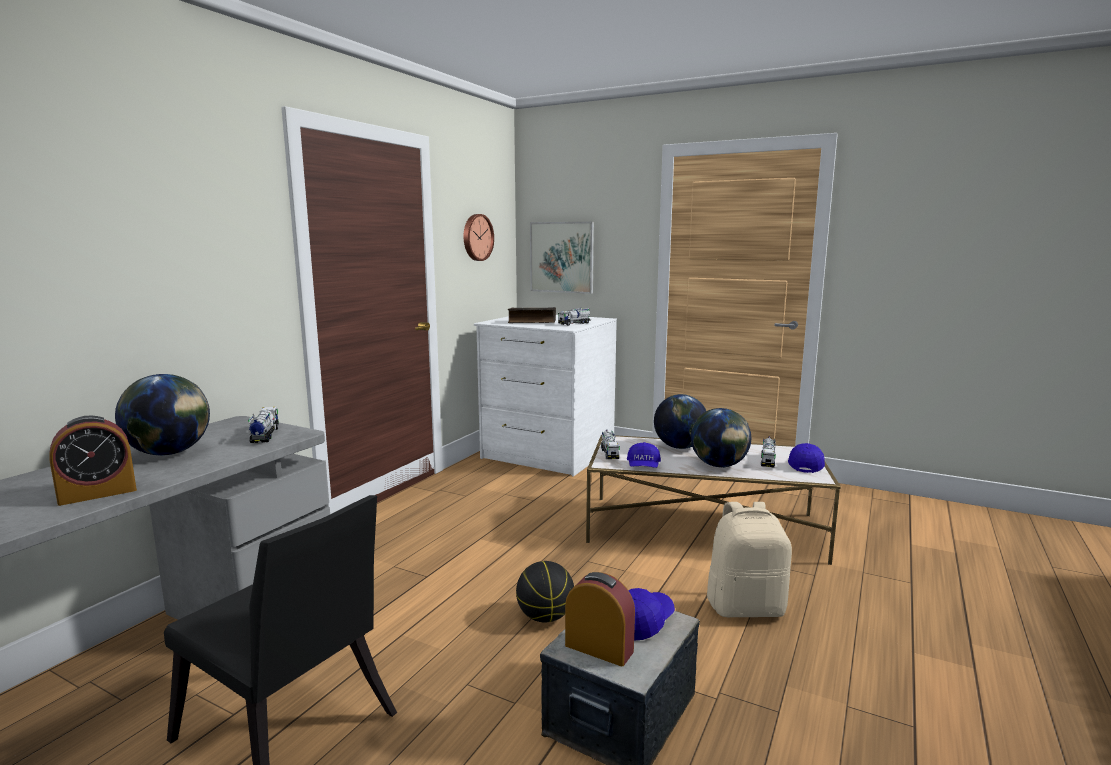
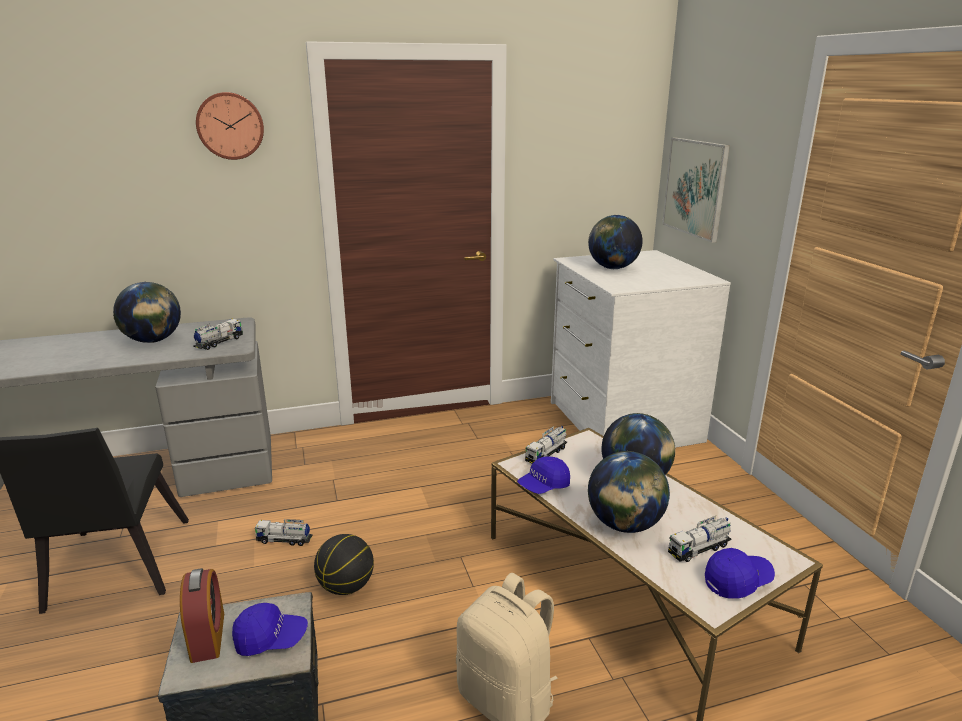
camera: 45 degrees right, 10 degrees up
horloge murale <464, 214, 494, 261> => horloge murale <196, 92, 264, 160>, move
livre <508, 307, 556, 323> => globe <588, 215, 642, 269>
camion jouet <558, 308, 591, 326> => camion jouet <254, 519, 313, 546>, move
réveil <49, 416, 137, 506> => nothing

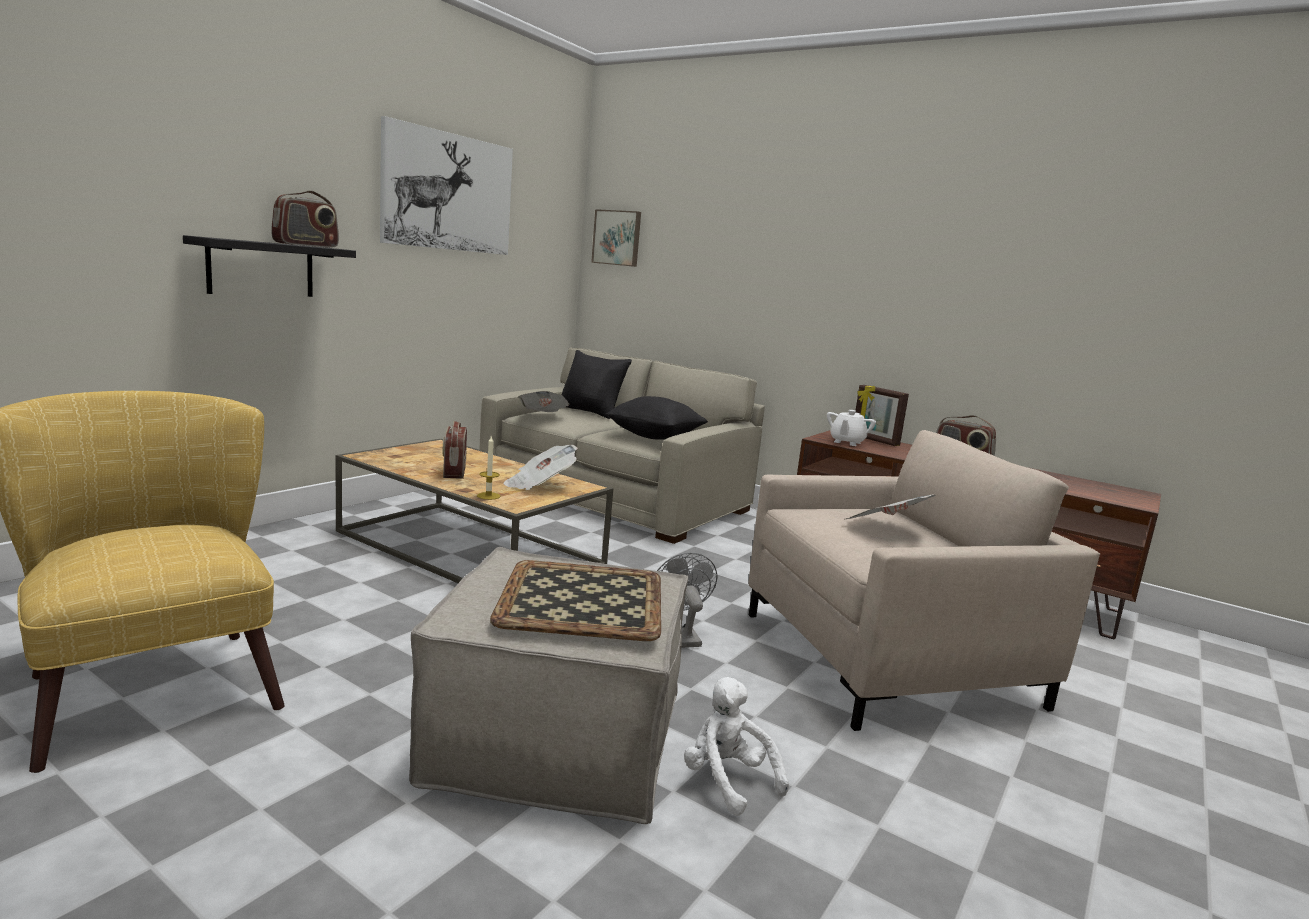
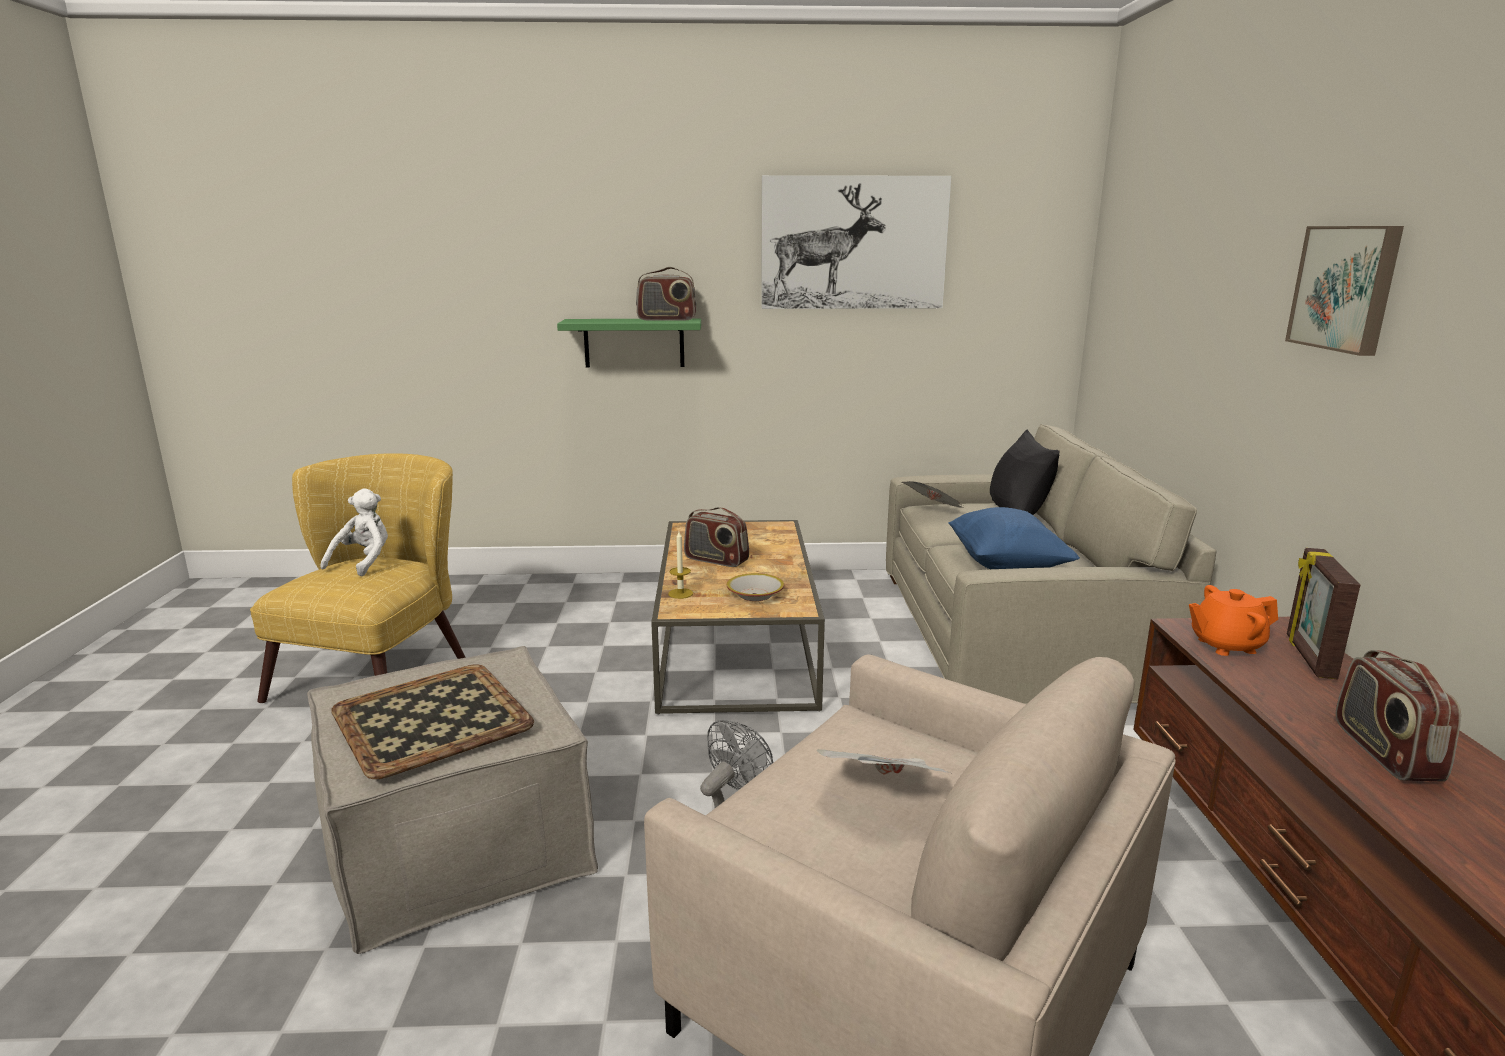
camera: 55 degrees right, 5 degrees up
tableau <591, 209, 641, 267> => tableau <1285, 226, 1404, 356>, move
étagère (noir) <183, 235, 356, 297> => étagère (vert) <557, 319, 701, 367>
coussin (noir) <606, 396, 708, 440> => coussin (bleu) <948, 507, 1080, 569>
théière (blanc) <827, 410, 876, 446> => théière (orange) <1189, 585, 1278, 656>
radio <443, 421, 467, 479> => radio <684, 508, 749, 567>, 105 degrees counterclockwise
journal <504, 445, 578, 490> => bol <727, 573, 784, 601>
peluche (blanc) <684, 677, 789, 816> => peluche (blanc) <320, 488, 388, 577>, move

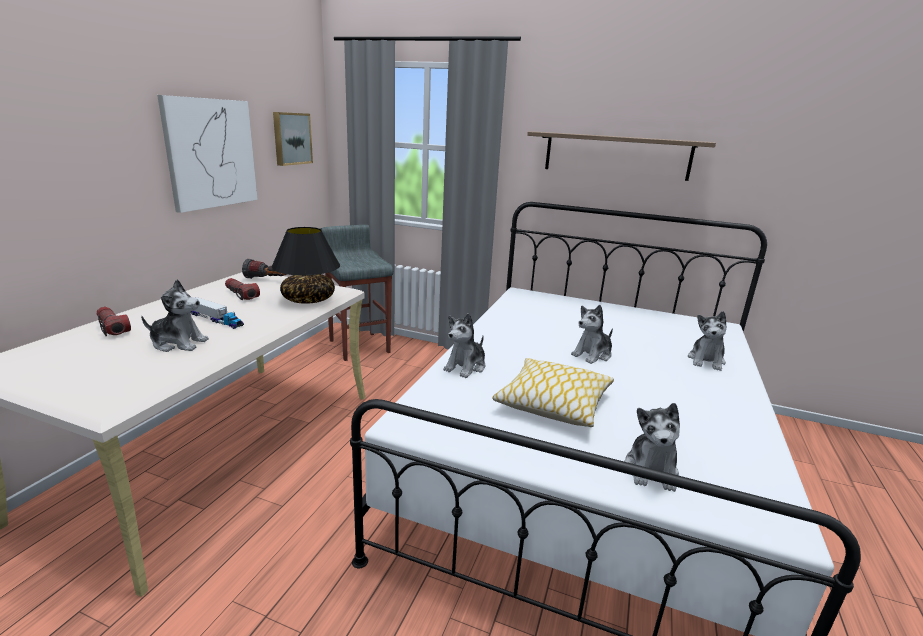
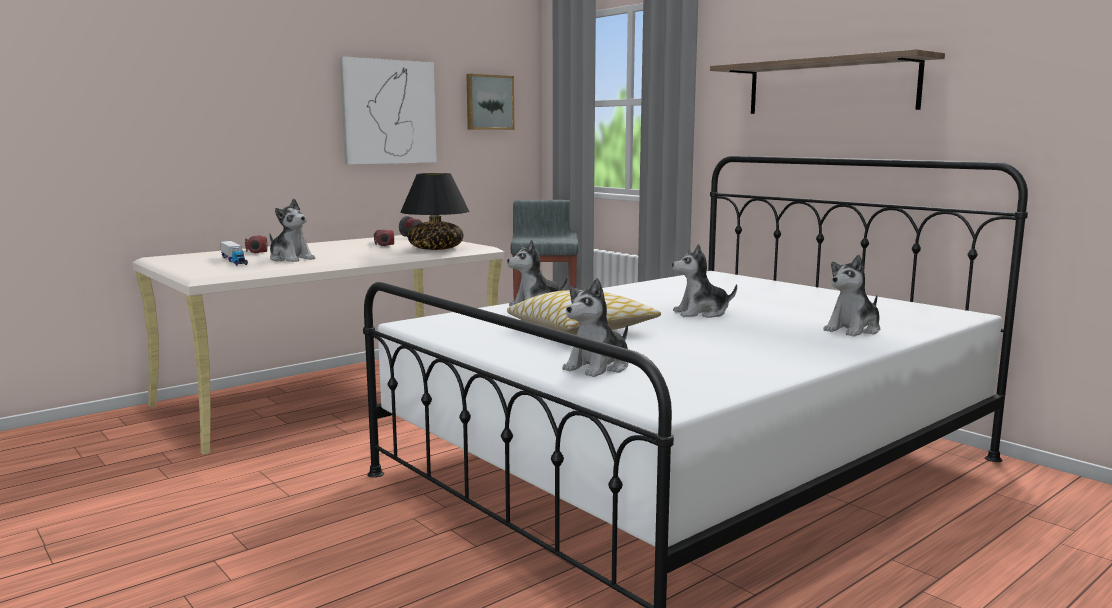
camera: 30 degrees right, 10 degrees down
camion jouet <191, 297, 244, 329> => camion jouet <220, 241, 248, 266>, move

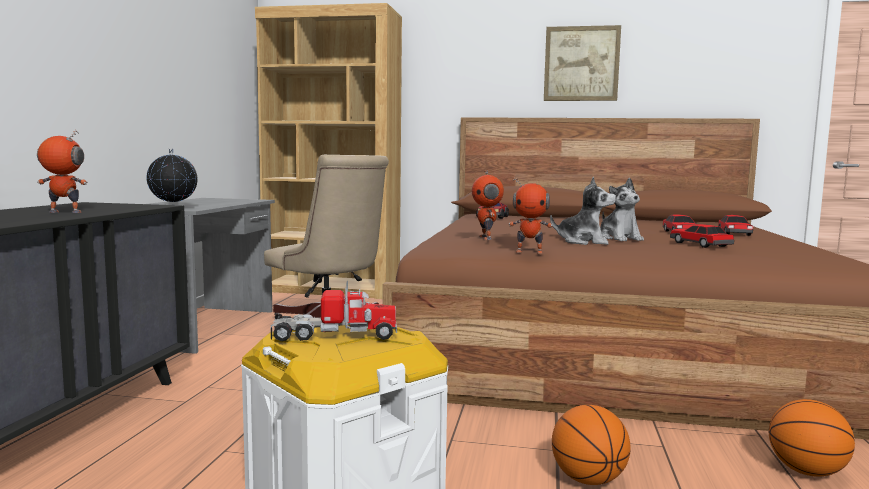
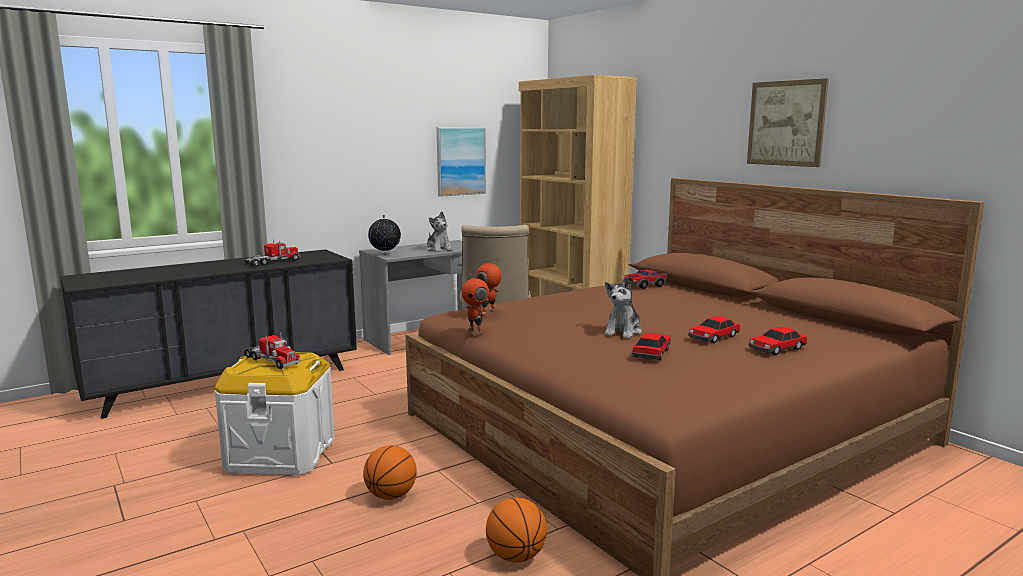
camera: 45 degrees right, 5 degrees up
robot jouet <37, 130, 87, 213> => camion jouet <244, 239, 301, 267>
peluche <550, 177, 616, 245> => peluche <426, 211, 453, 252>, move
nothing => tableau <437, 127, 486, 197>

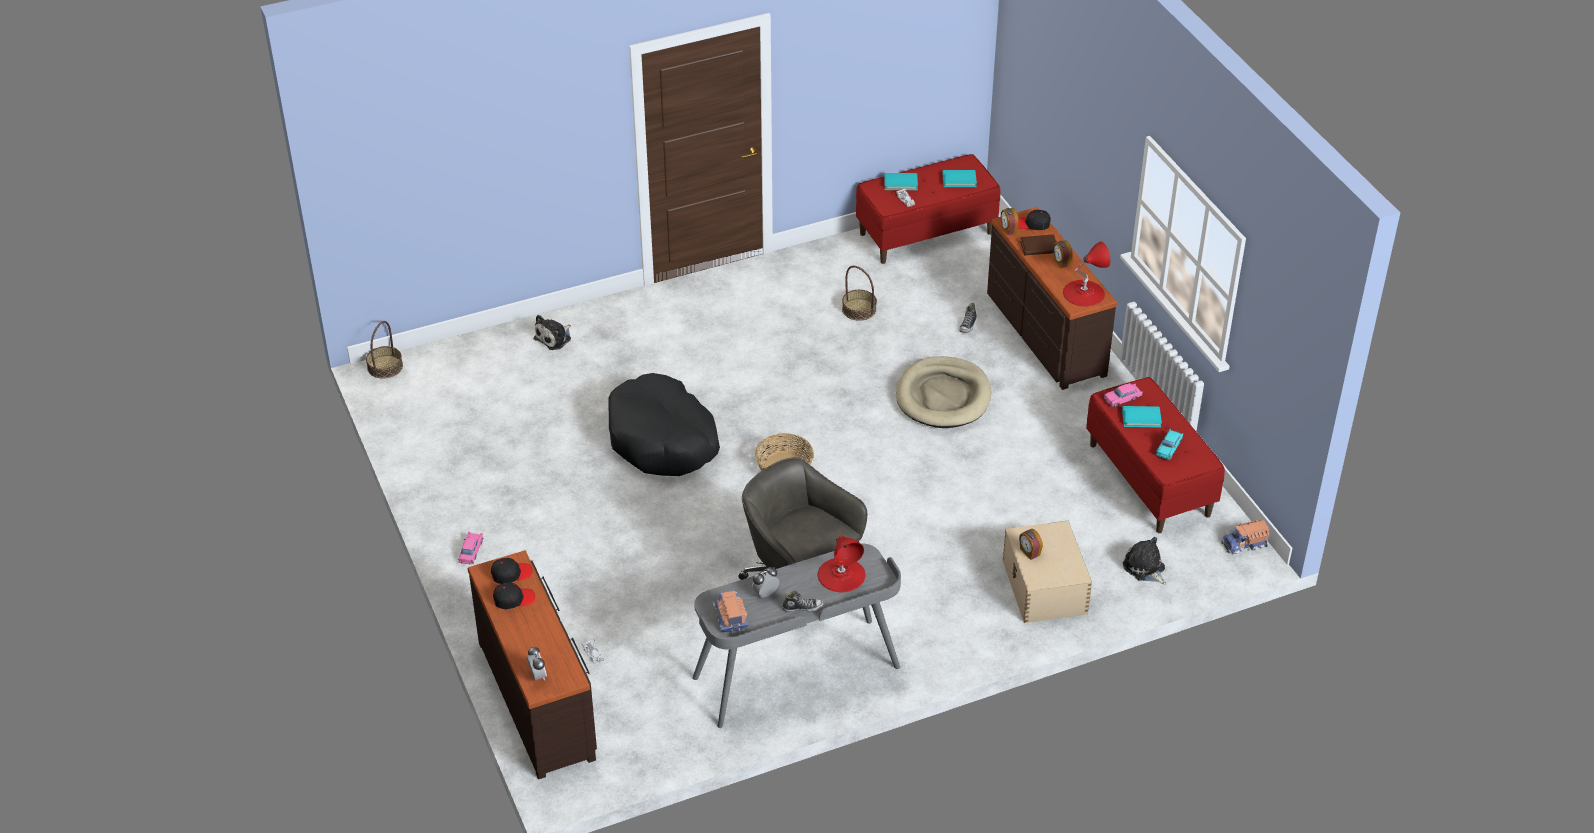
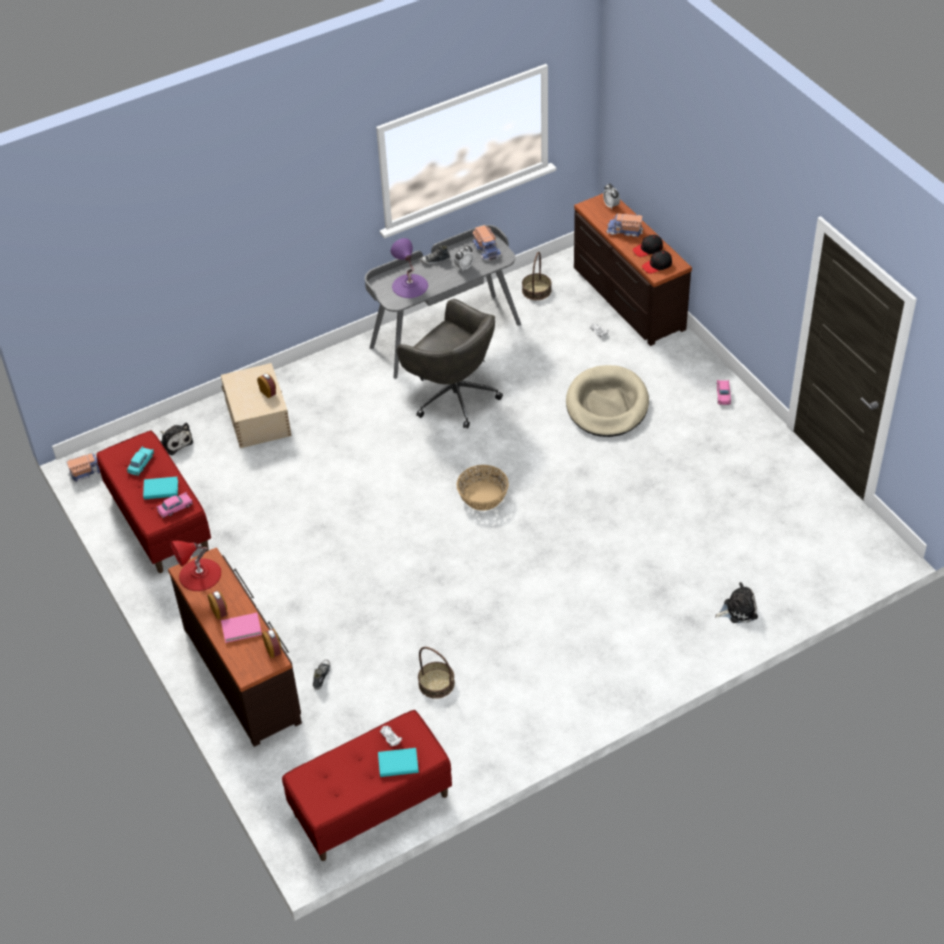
camera: 175 degrees right, 5 degrees up
livre (turquoise) <943, 170, 977, 187> => nothing
casquette (noir) <1018, 210, 1051, 230> => nothing
livre (marron) <1020, 234, 1057, 256> => livre (rose) <221, 613, 262, 643>
peluche <534, 315, 571, 350> => peluche <715, 582, 758, 623>, 45 degrees clockwise
panier <366, 321, 403, 378> => panier <522, 252, 552, 300>, move
panier pour chien (beige) <896, 356, 991, 428> => panier pour chien (beige) <566, 365, 649, 437>, move
panier pour chien (noir) <608, 373, 720, 476> => nothing
lampe de table (rouge) <818, 535, 865, 592> => lampe de table (violet) <391, 238, 428, 298>
nothing => camion jouet <606, 213, 643, 237>

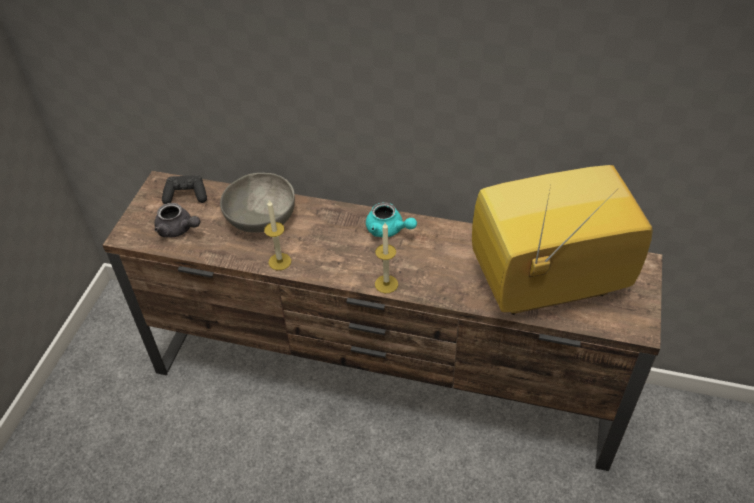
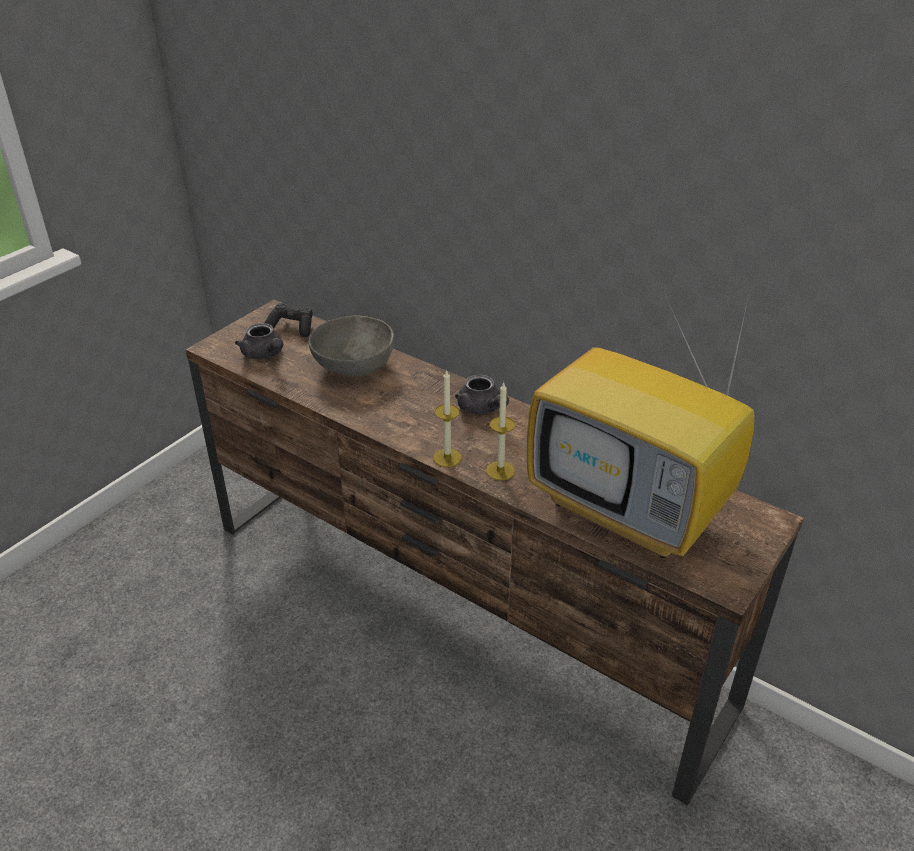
camera: 20 degrees right, 10 degrees down
téléviseur <472, 165, 653, 315> => téléviseur <526, 291, 755, 558>, 150 degrees counterclockwise
bougie <264, 200, 291, 270> => bougie <486, 383, 515, 480>, move
théière (turquoise) <366, 202, 417, 237> => théière (gris) <455, 374, 509, 414>

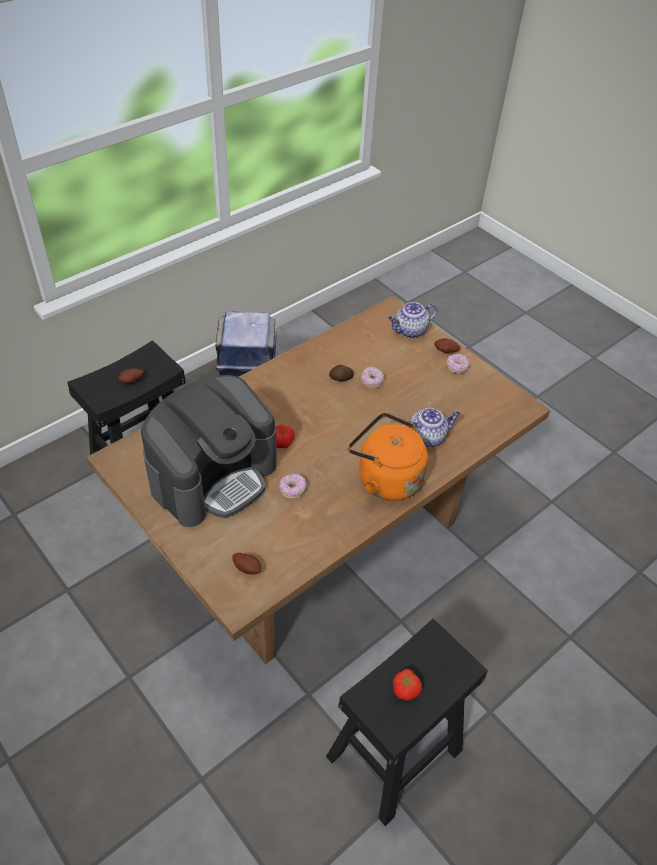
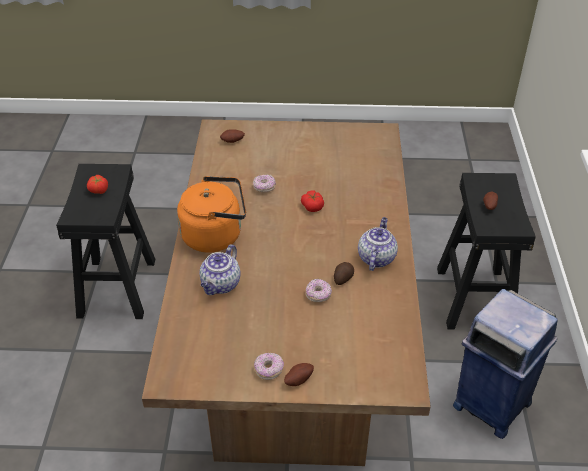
camera: 135 degrees right, 5 degrees down
théière <388, 302, 437, 338> => théière <358, 217, 398, 271>, move
machine à café <141, 375, 277, 527> => nothing

